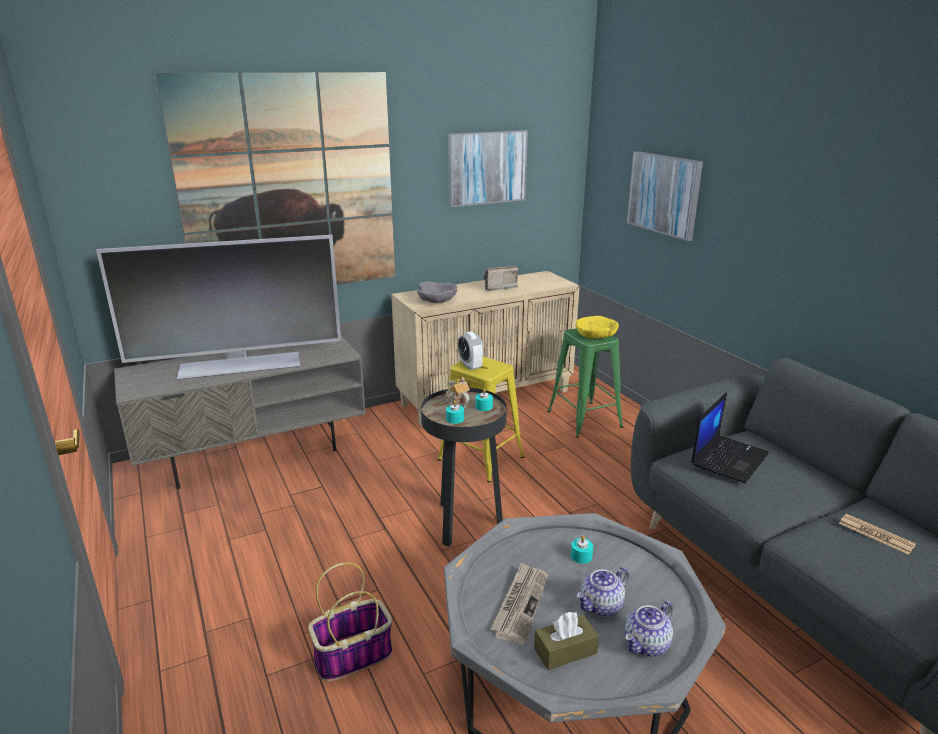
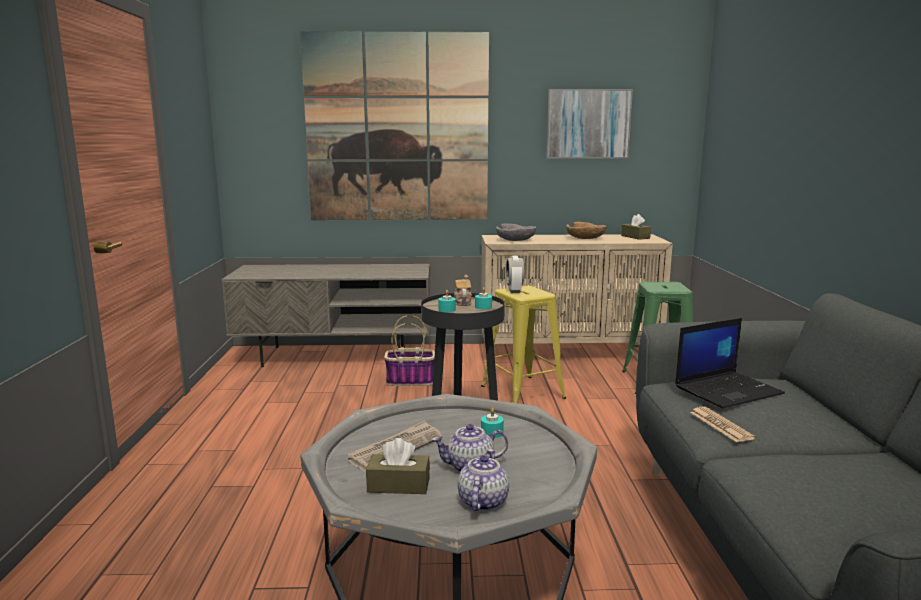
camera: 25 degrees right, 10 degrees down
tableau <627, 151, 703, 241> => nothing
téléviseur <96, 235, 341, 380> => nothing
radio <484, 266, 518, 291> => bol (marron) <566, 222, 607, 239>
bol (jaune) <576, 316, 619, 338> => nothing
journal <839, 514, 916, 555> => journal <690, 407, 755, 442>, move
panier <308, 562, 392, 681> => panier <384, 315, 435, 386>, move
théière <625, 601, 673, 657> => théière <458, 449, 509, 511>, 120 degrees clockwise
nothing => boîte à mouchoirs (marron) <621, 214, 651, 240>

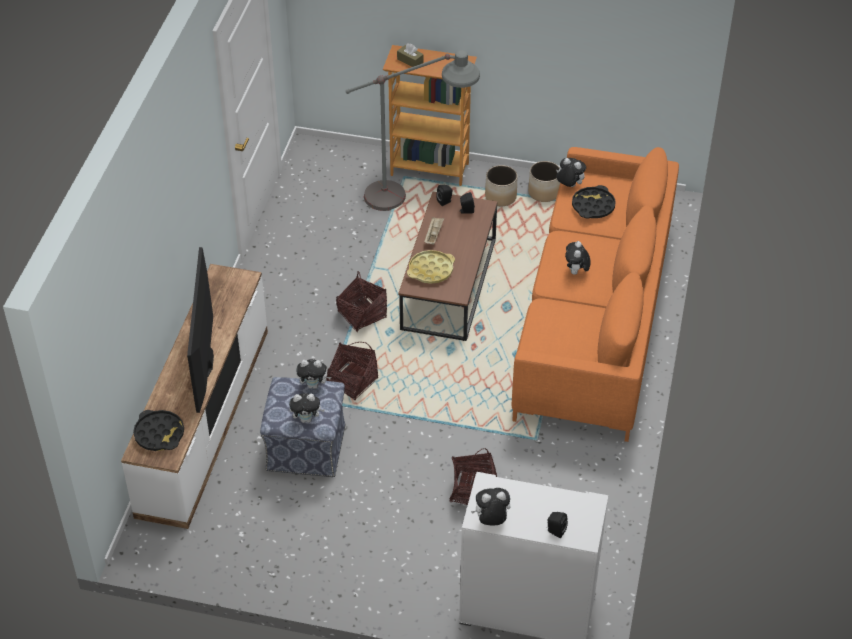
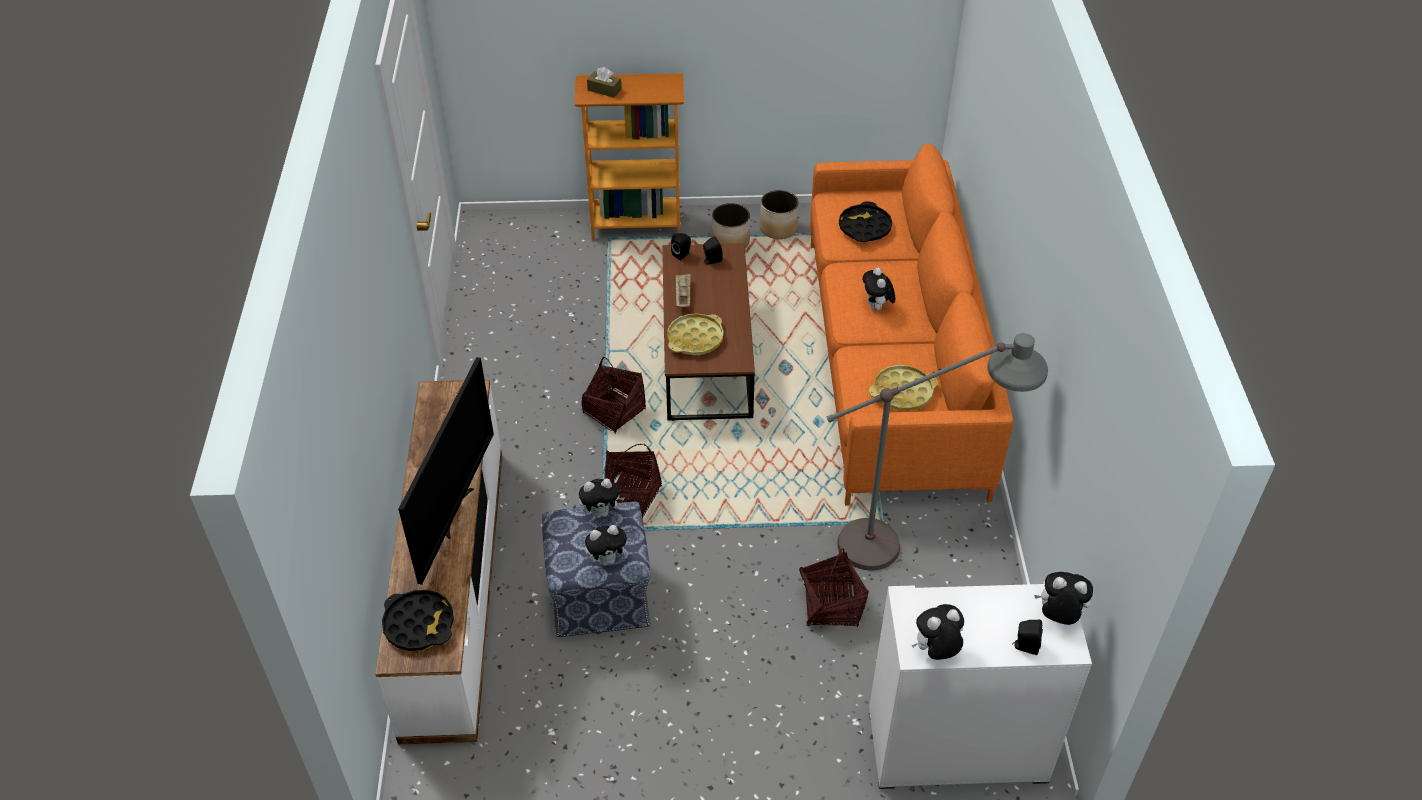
camera: 15 degrees left, 0 degrees up
lampadaire (gris) <345, 50, 480, 211> => lampadaire (gris) <827, 333, 1048, 571>, move
peluche <556, 158, 586, 187> => peluche <1034, 572, 1093, 625>, move
téléviseur <187, 247, 214, 413> => téléviseur <398, 357, 494, 585>, 150 degrees counterclockwise
nothing => plateau (jaune) <869, 365, 938, 411>

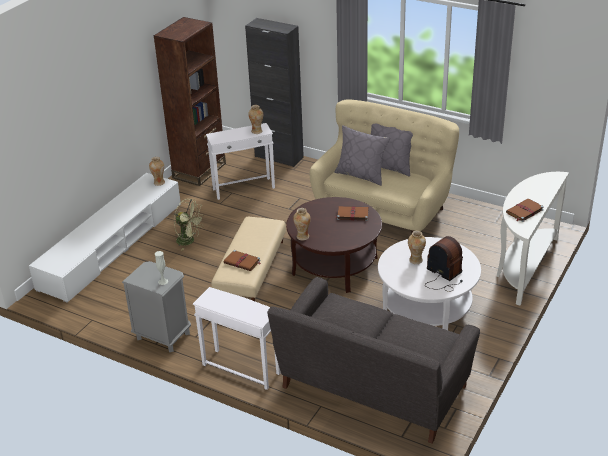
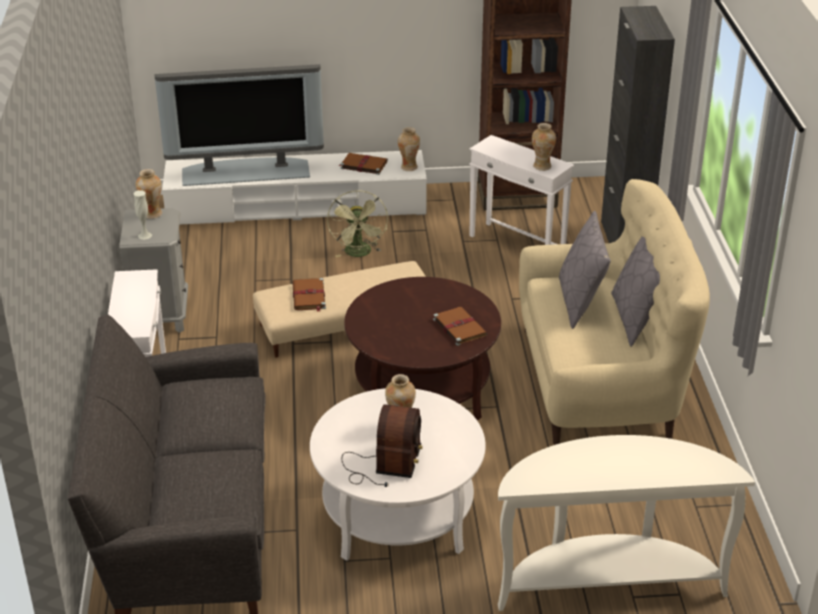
camera: 55 degrees right, 0 degrees up
livre (marron) <506, 199, 544, 222> => livre (marron) <339, 153, 388, 175>, move
vase <293, 208, 311, 240> => vase <136, 169, 162, 219>, move
nothing => téléviseur <154, 64, 324, 186>

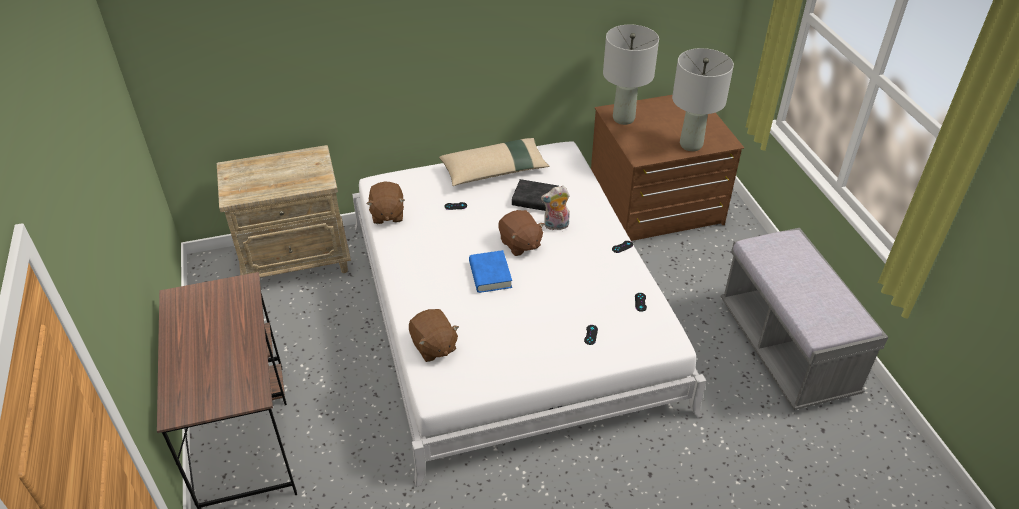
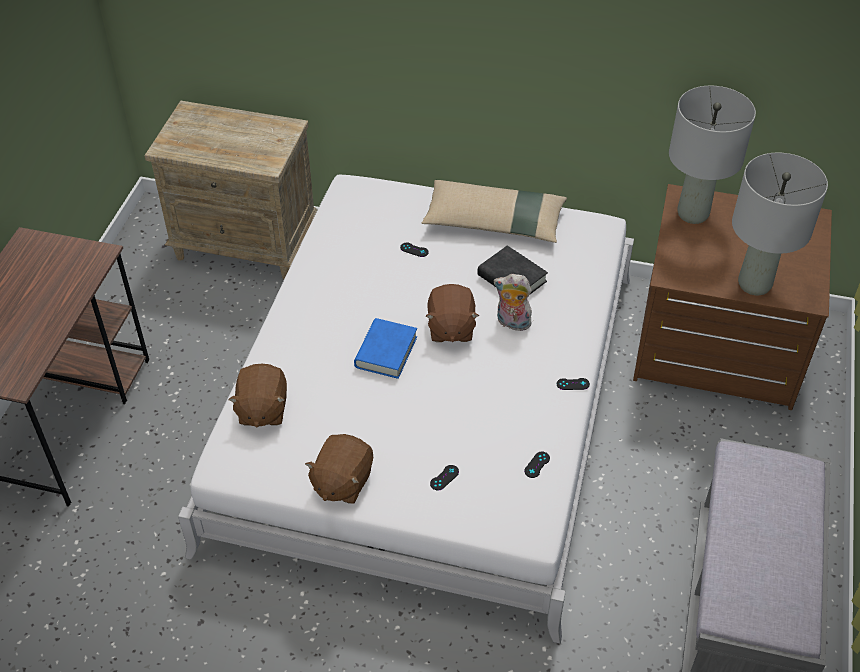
camera: 30 degrees right, 5 degrees up
peluche (marron) <366, 182, 405, 224> => peluche (marron) <305, 434, 373, 504>, move

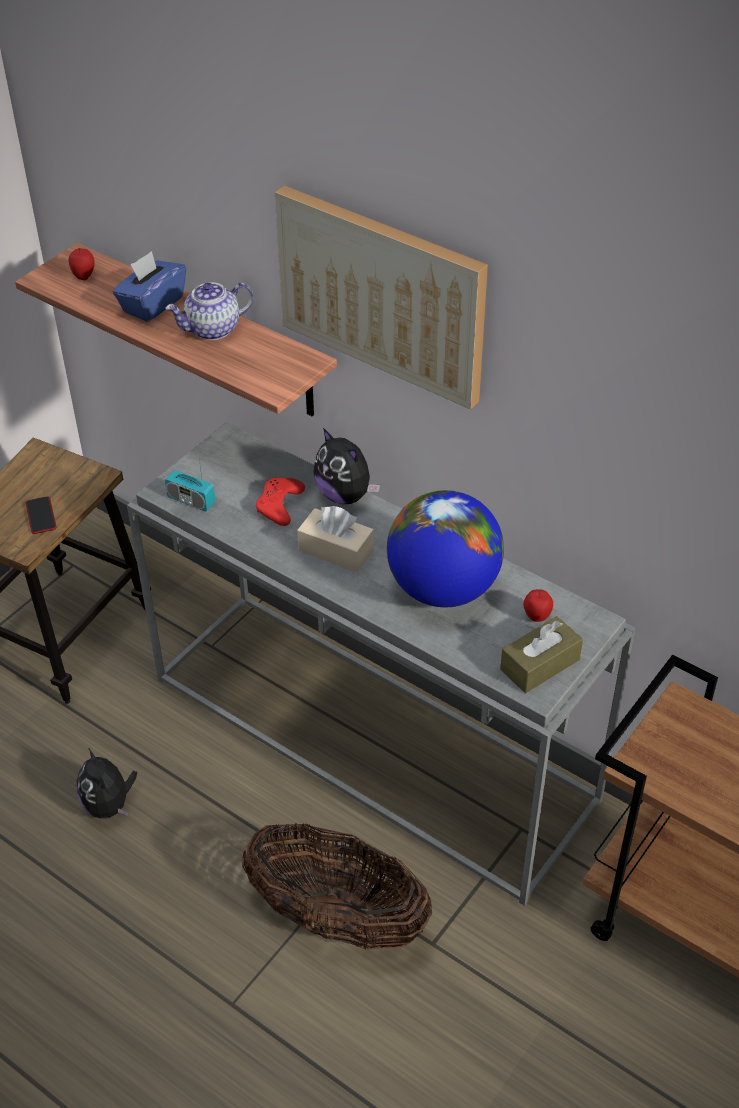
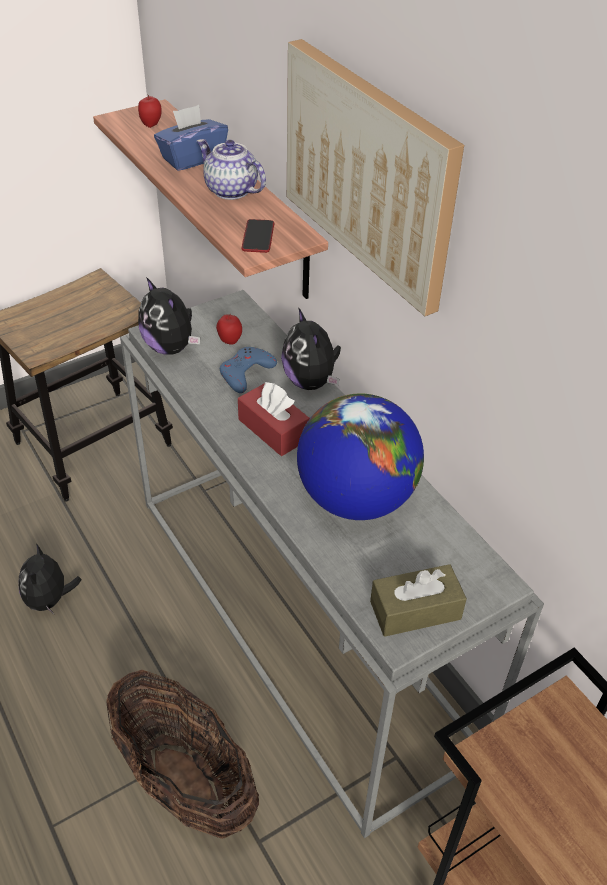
camera: 20 degrees right, 0 degrees up
théière <165, 282, 254, 340> => théière <197, 139, 266, 200>, 45 degrees clockwise
radio <165, 449, 215, 512> => peluche <138, 277, 200, 355>
manette (rouge) <256, 478, 305, 526> => manette (bleu) <219, 347, 277, 393>
téléphone <25, 496, 56, 534> => téléphone <241, 219, 274, 253>, move
boîte à mouchoirs (beige) <297, 506, 374, 572> => boîte à mouchoirs (rouge) <238, 382, 310, 456>
pomme <523, 589, 553, 622> => pomme <216, 315, 242, 345>, move

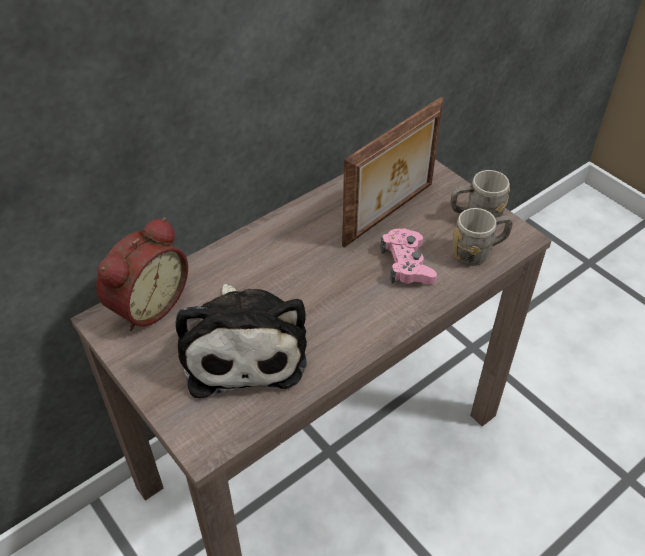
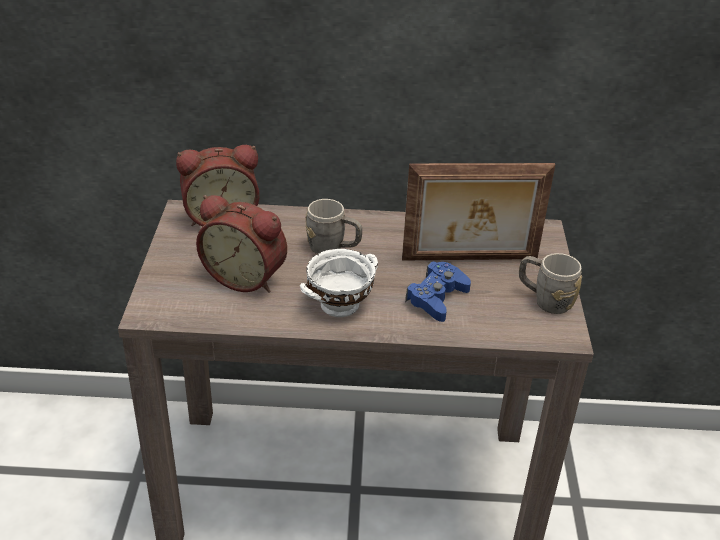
camera: 40 degrees right, 10 degrees down
mug (gris) <453, 208, 513, 266> => mug (gris) <306, 199, 362, 254>, move
manette (rose) <380, 229, 437, 284> => manette (bleu) <405, 261, 471, 322>
peluche <175, 284, 307, 398> => réveil <196, 195, 287, 293>
nothing => bol (blanc) <300, 249, 378, 317>

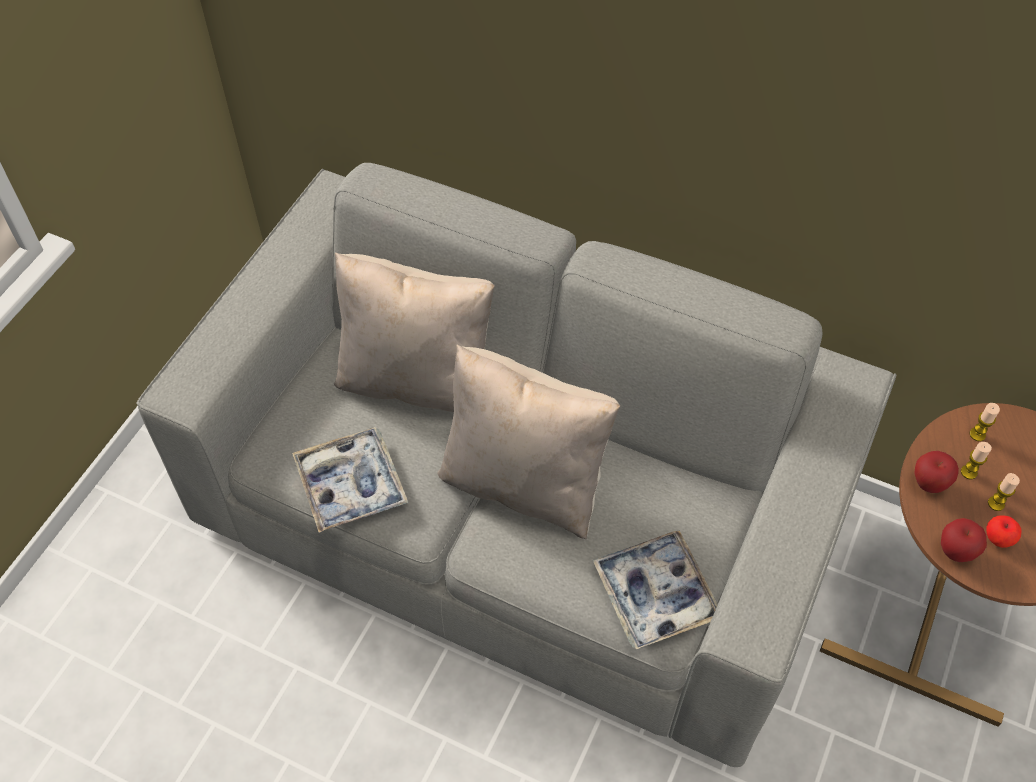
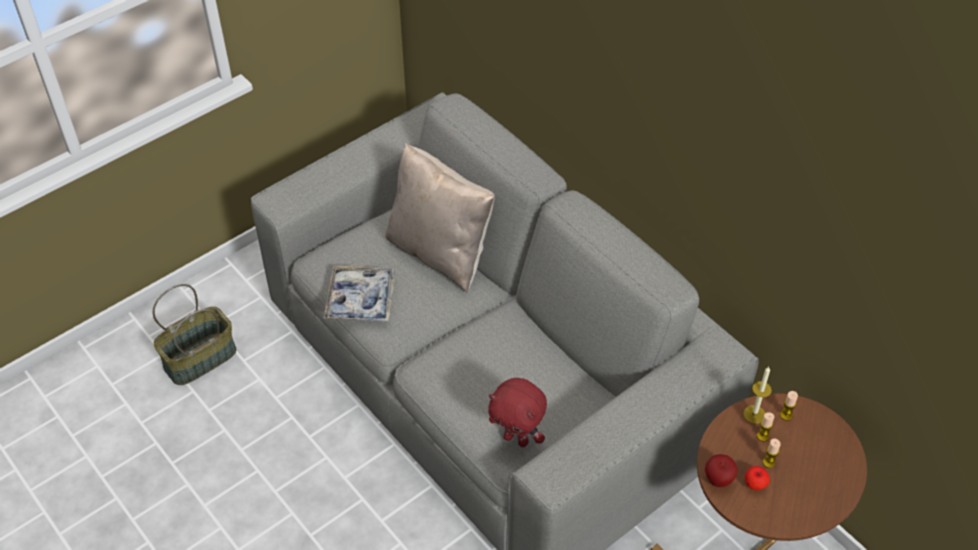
camera: 25 degrees right, 5 degrees down
coussin (beige) <437, 344, 620, 539> => nothing
pomme <914, 451, 959, 493> => nothing
plateau <592, 530, 718, 649> => peluche (rouge) <488, 378, 547, 447>
nothing => panier <152, 284, 236, 385>
nothing => bougie <744, 367, 772, 424>

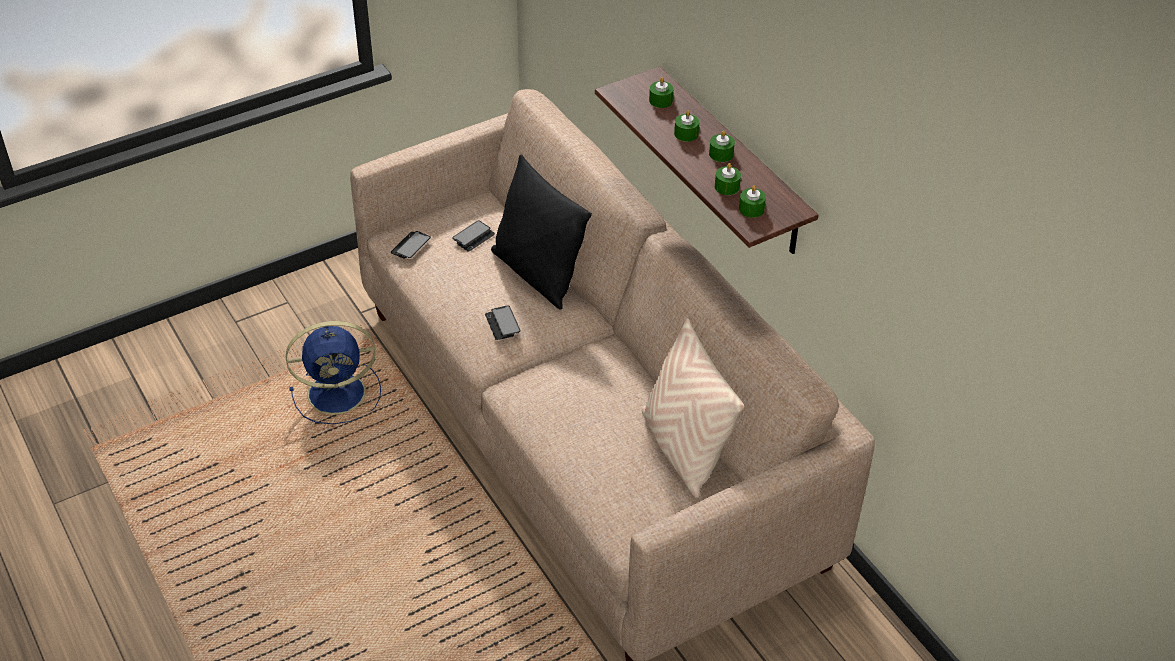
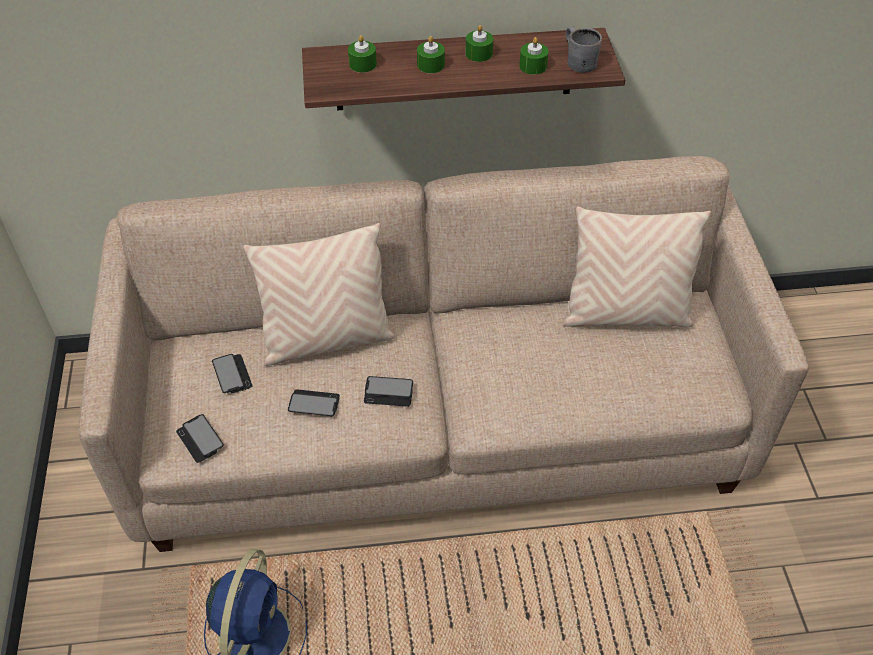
camera: 65 degrees left, 5 degrees up
coussin (noir) <491, 154, 592, 310> => coussin (beige) <243, 223, 395, 366>
bougie (vert) <739, 185, 766, 218> => mug (gris) <566, 27, 602, 73>
nothing => téléphone <288, 389, 340, 416>

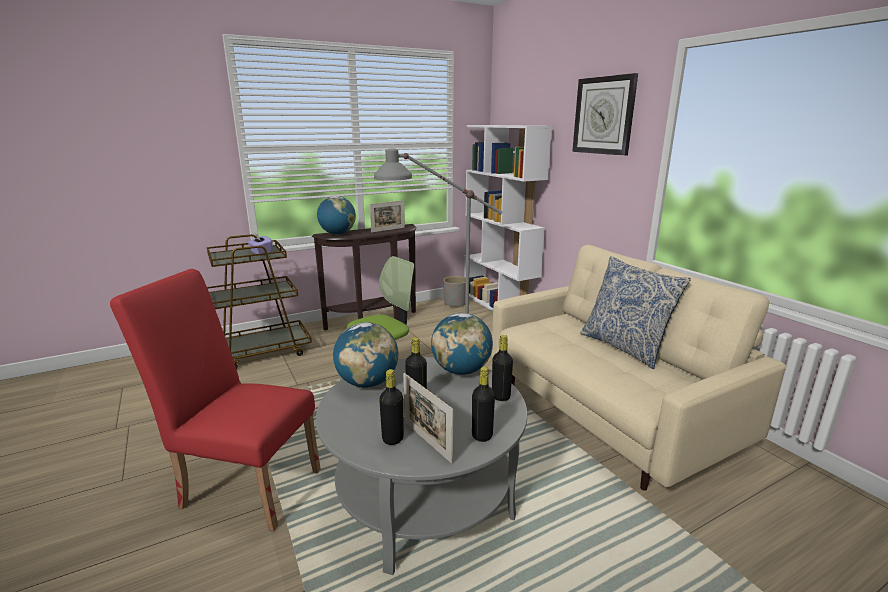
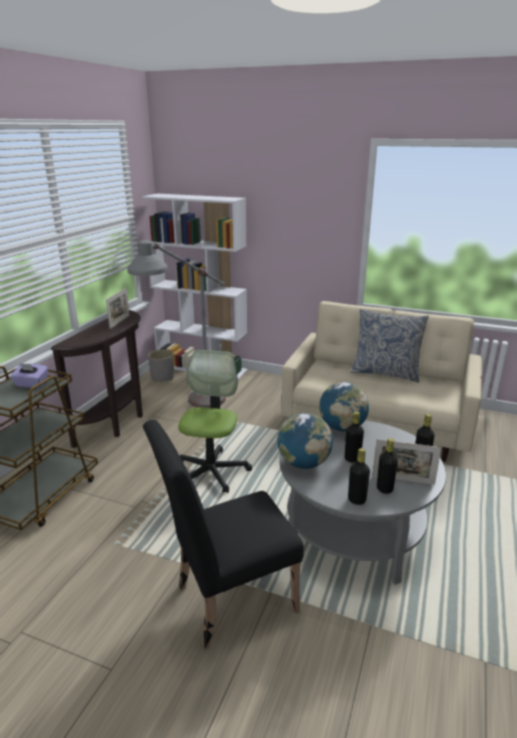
camera: 40 degrees left, 5 degrees up
horloge murale <572, 73, 638, 156> => nothing
globe <317, 196, 356, 234> => nothing
chaise (rouge) <110, 269, 321, 532> => chaise (noir) <143, 420, 304, 649>
bouteille (noir) <492, 335, 513, 401> => bouteille (noir) <348, 448, 370, 505>, move

